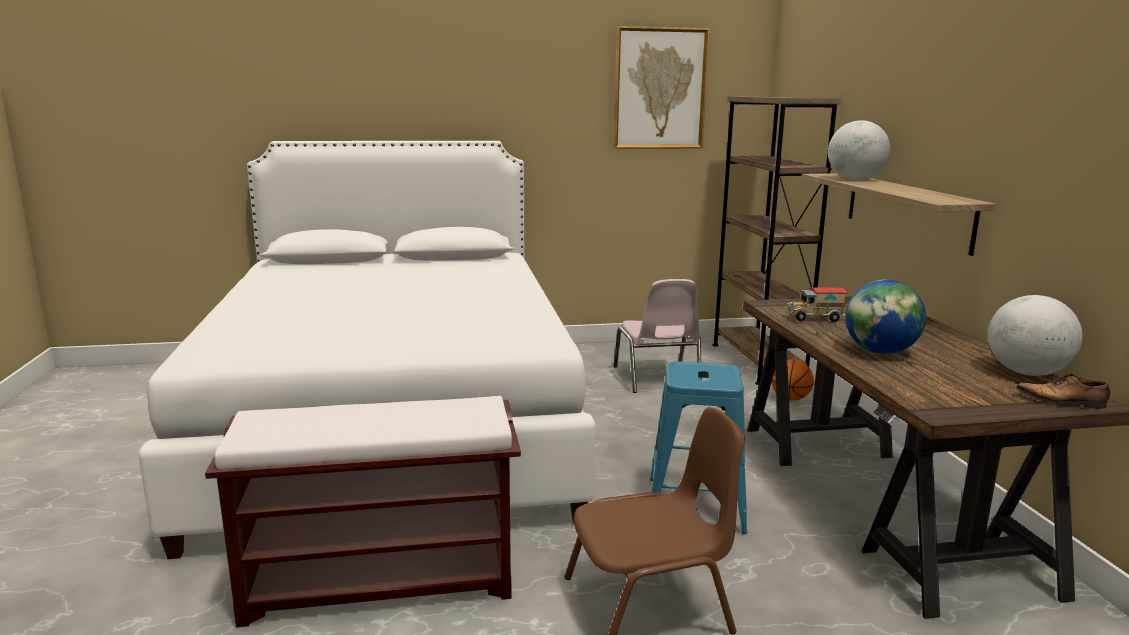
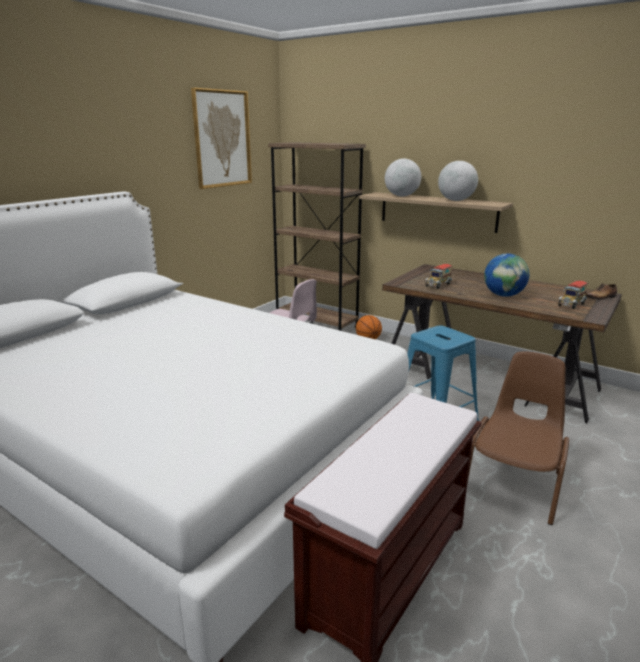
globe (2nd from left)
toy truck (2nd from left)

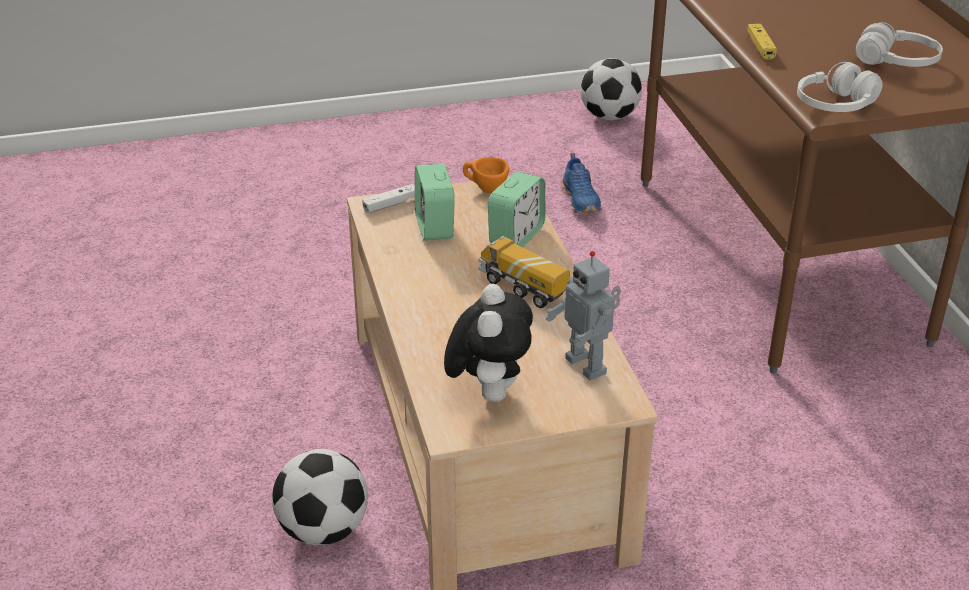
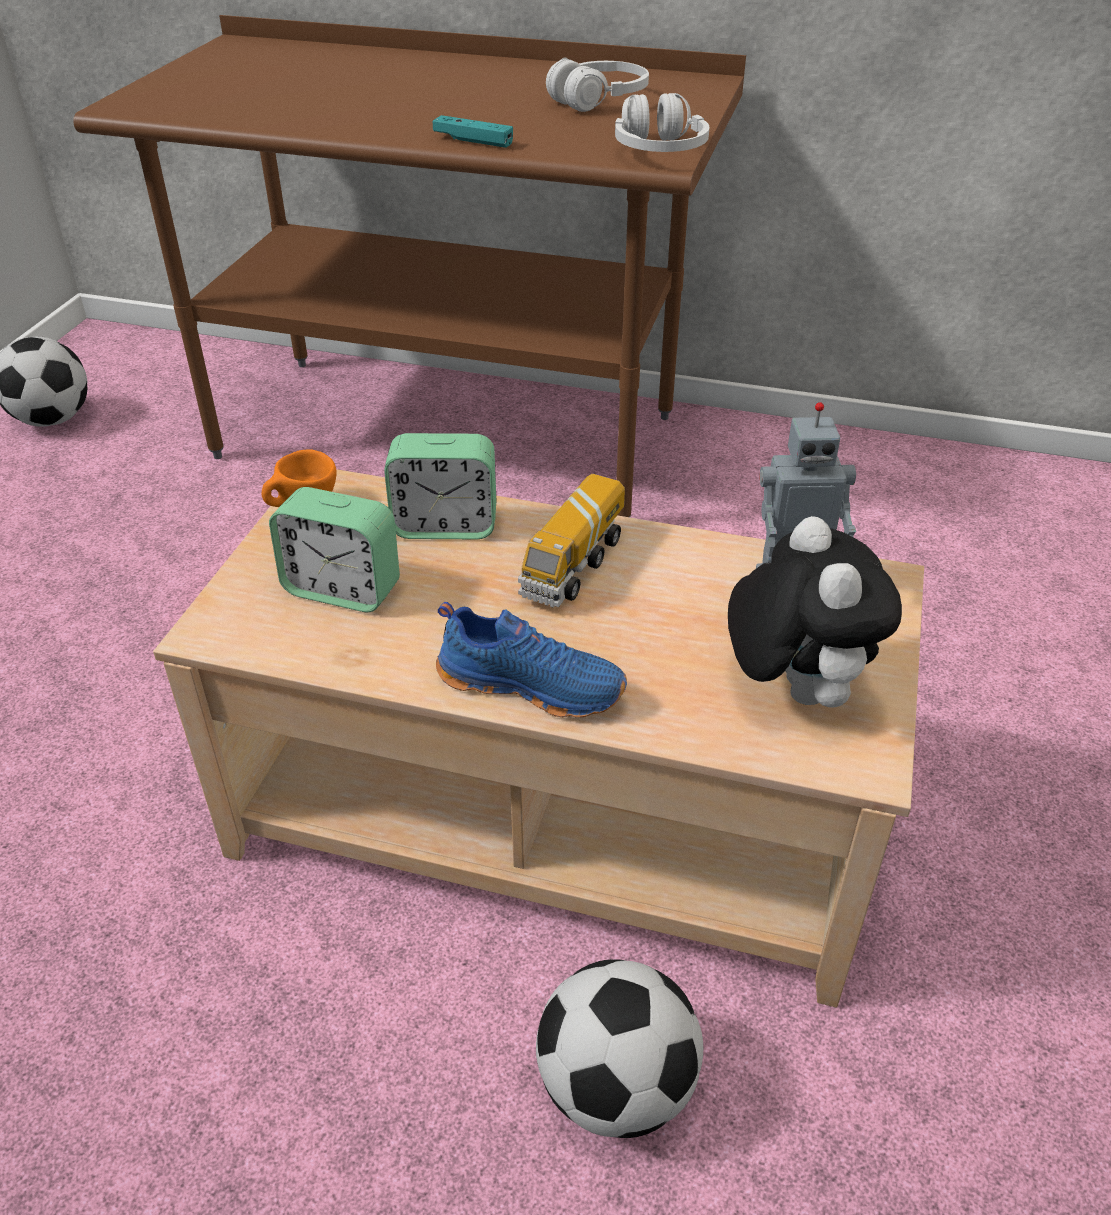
alarm clock (2nd from left)
turquoise game controller
blue shoe
toy truck
plush toy
white game controller

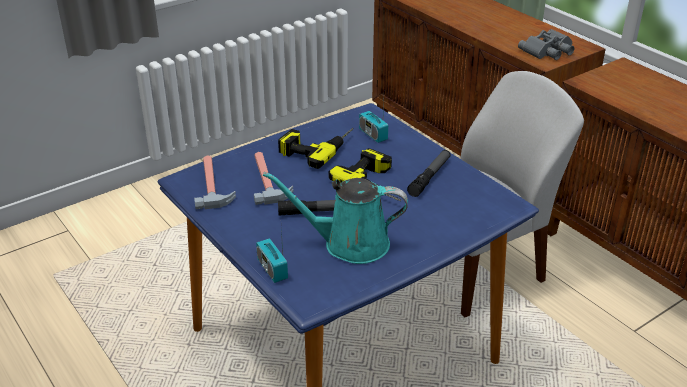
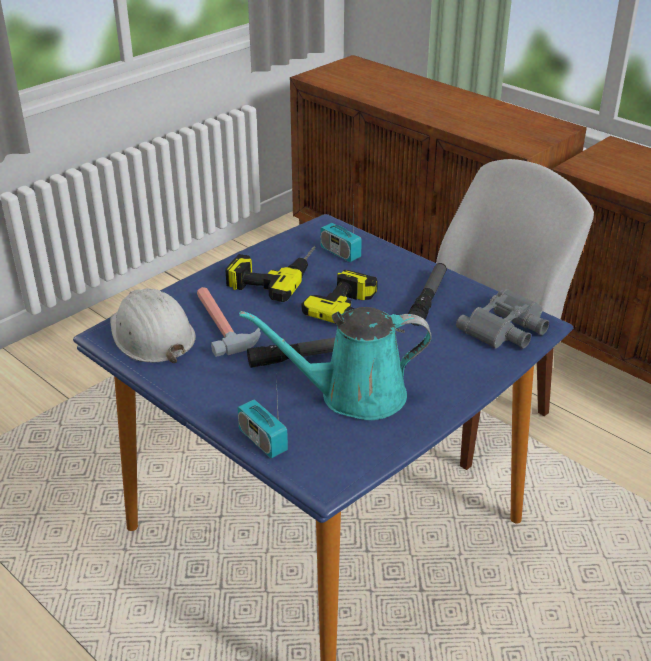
white hard hat
grey binoculars

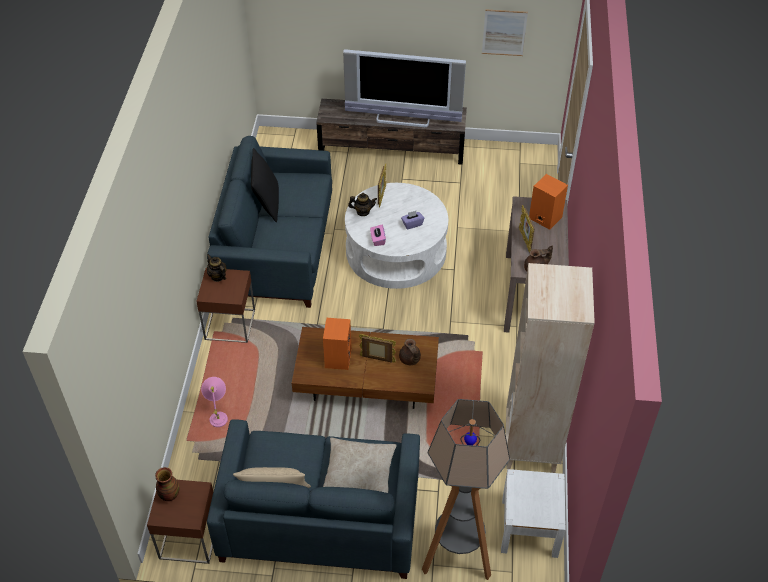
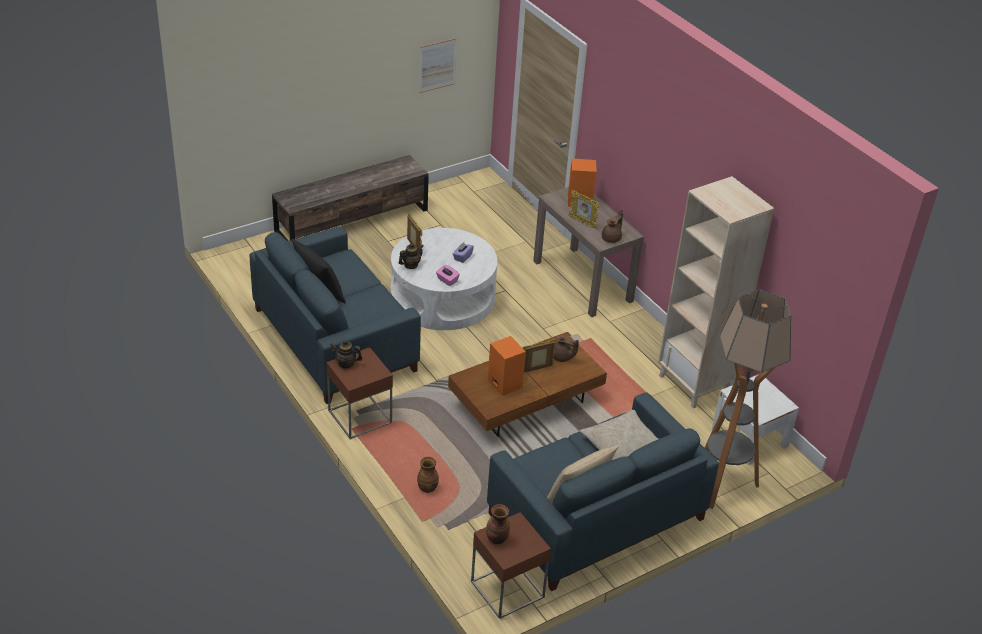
vase (1st from left)
television

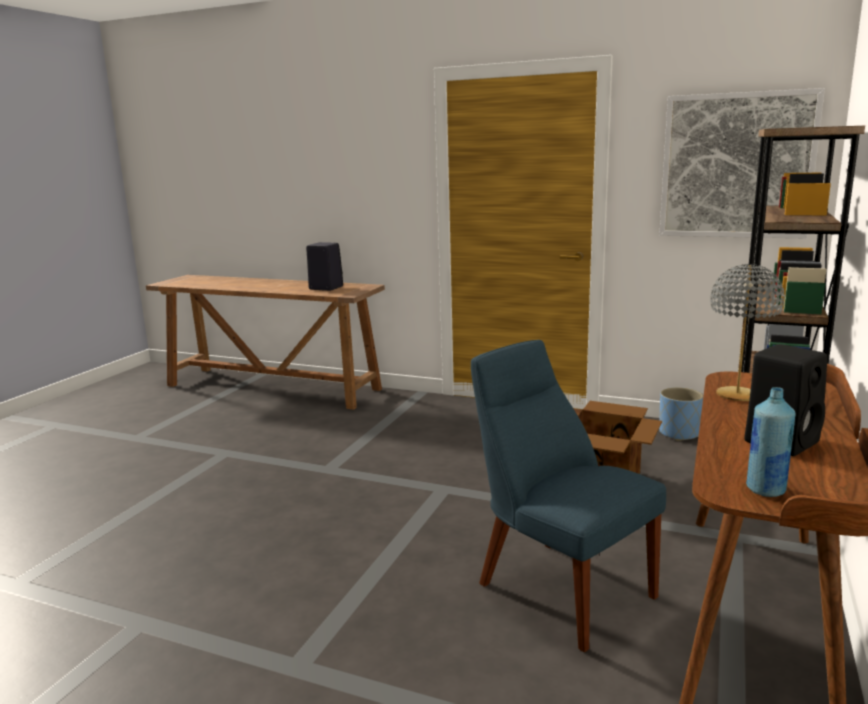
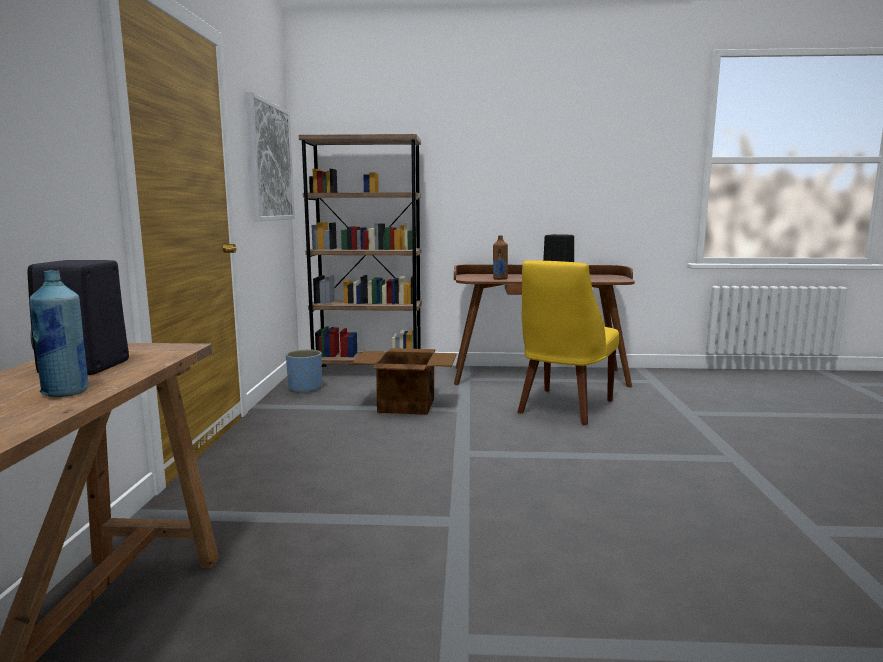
blue bottle
brown bottle
yellow chair

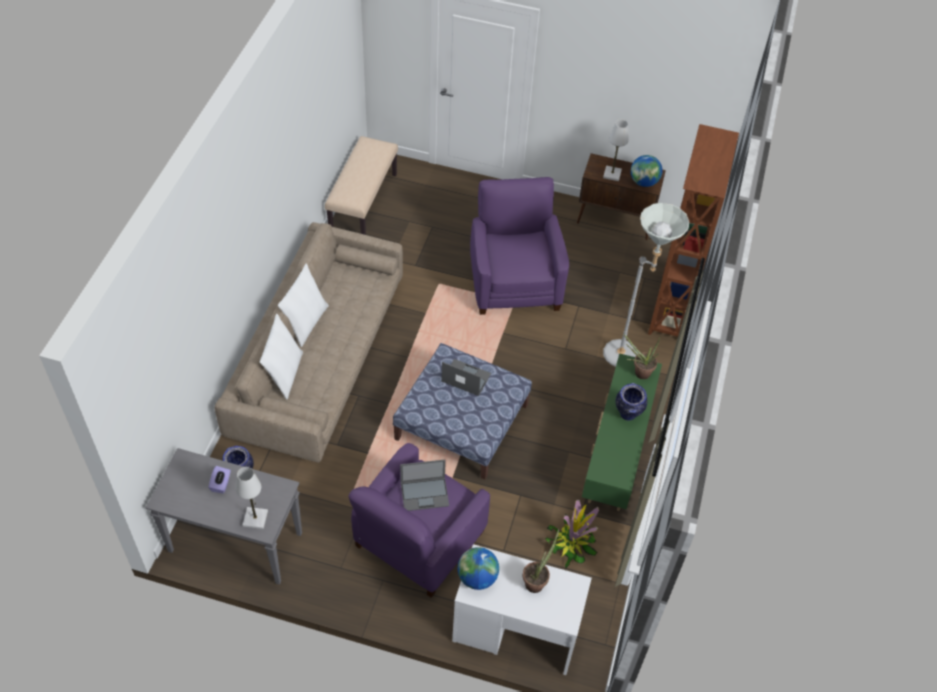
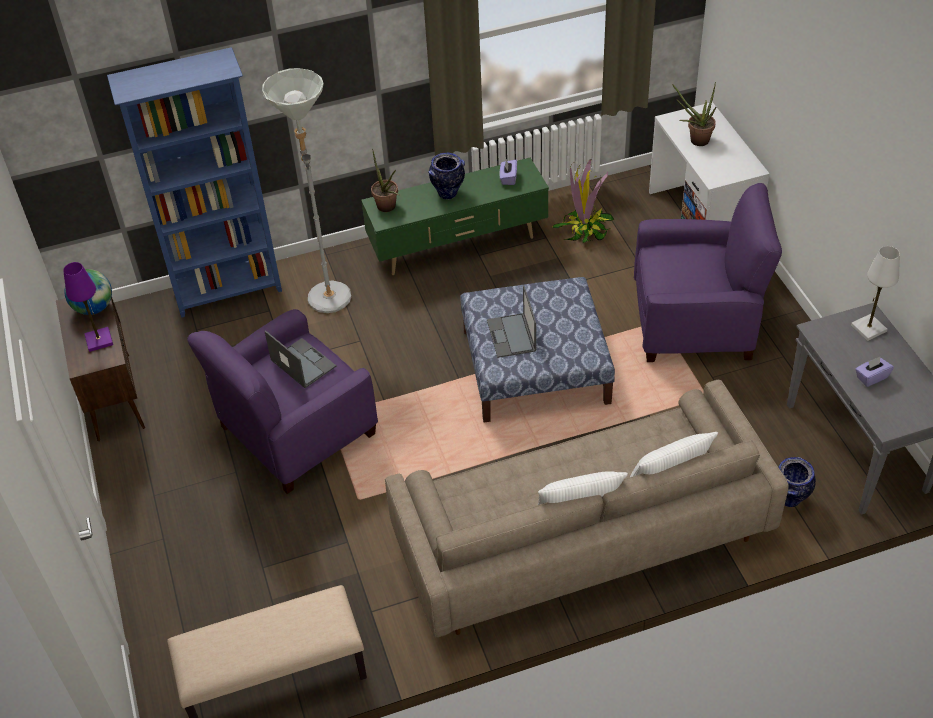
purple table lamp
blue bookcase
laptop (1st from left)
purple tissue box (1st from left)
globe (1st from left in the first image)

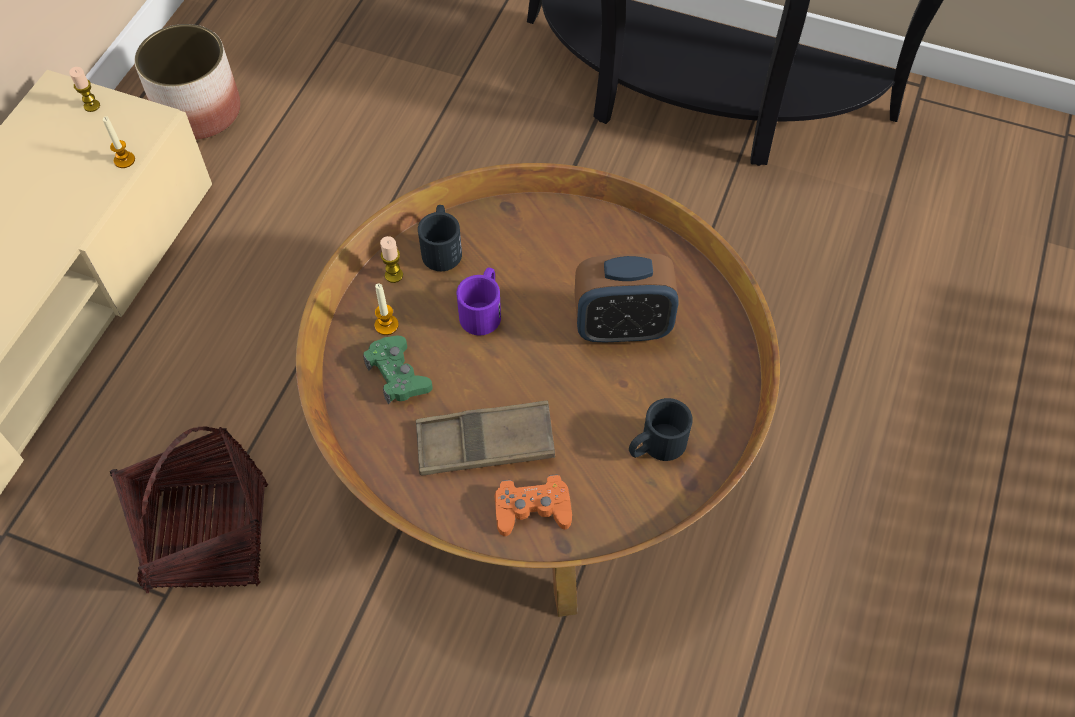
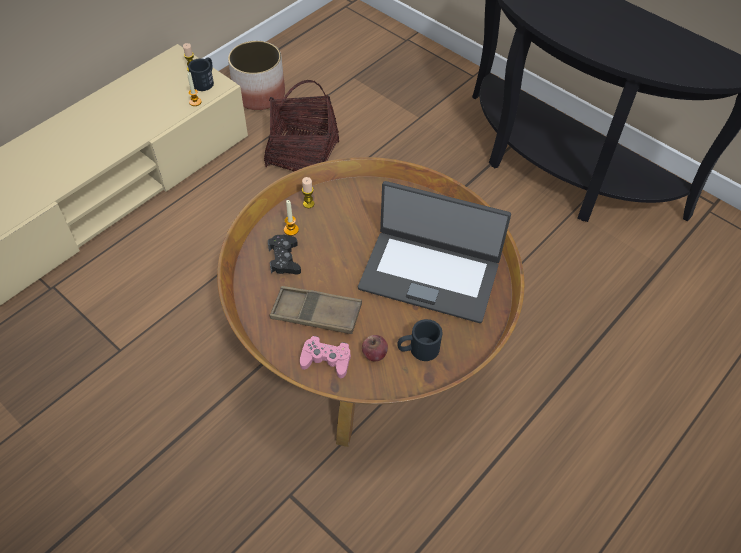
black mug (1st from left)
basket
black game controller
pink game controller
laptop
apple
purple mug

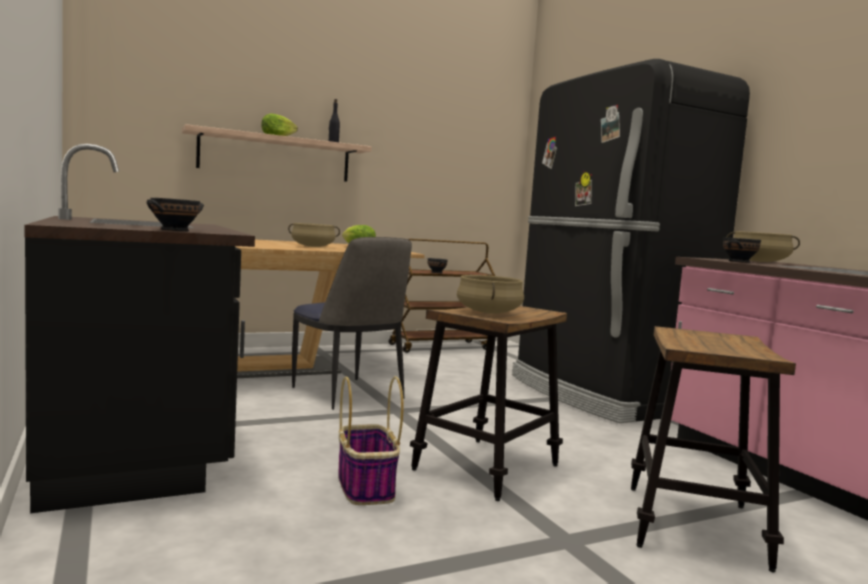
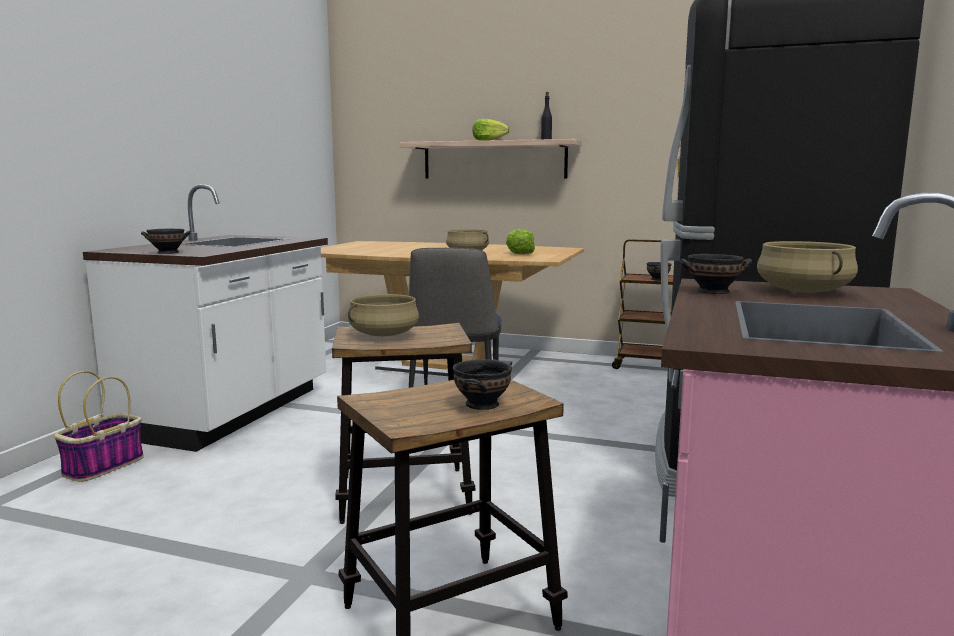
basket
white counter
black bowl (2nd from left)

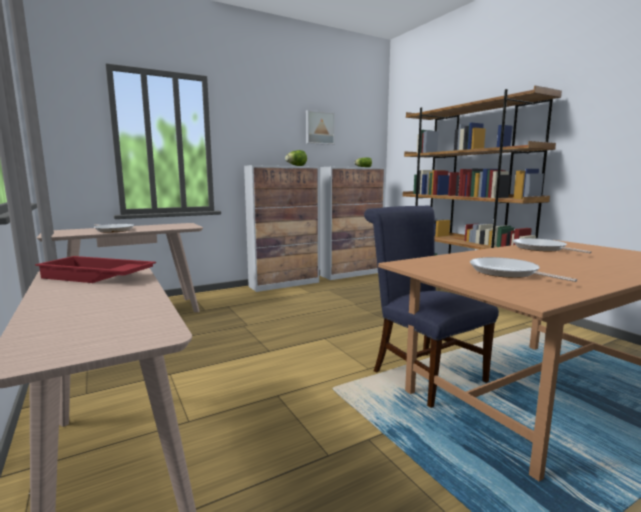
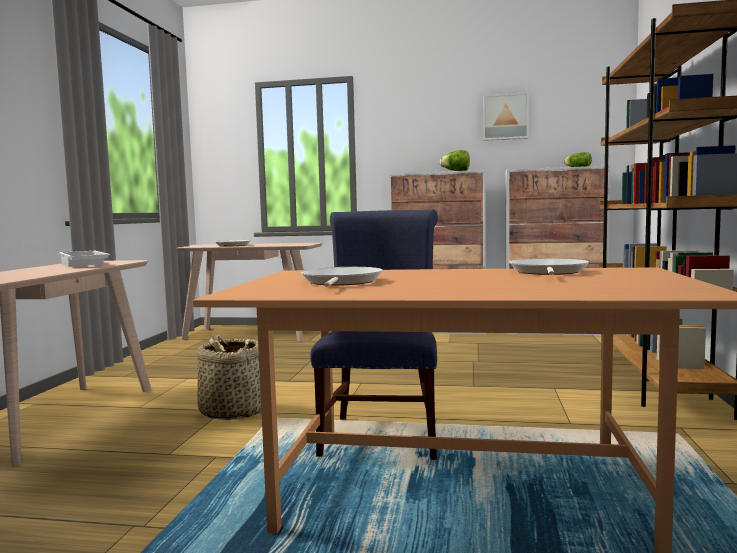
white tray
basket

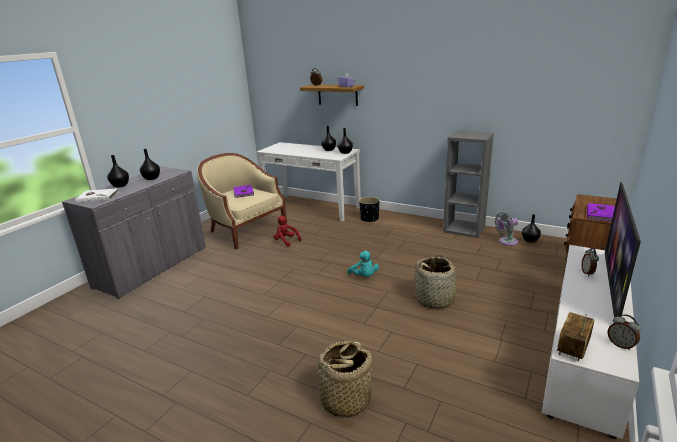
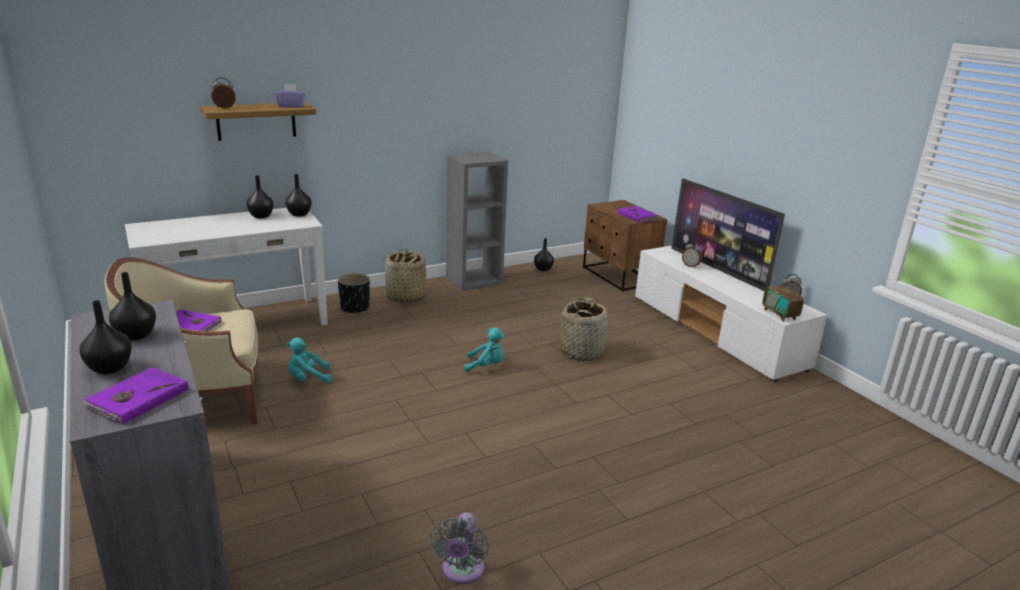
purple book (1st from left)
turquoise plush toy (1st from left)
basket (1st from left)
grey fan

